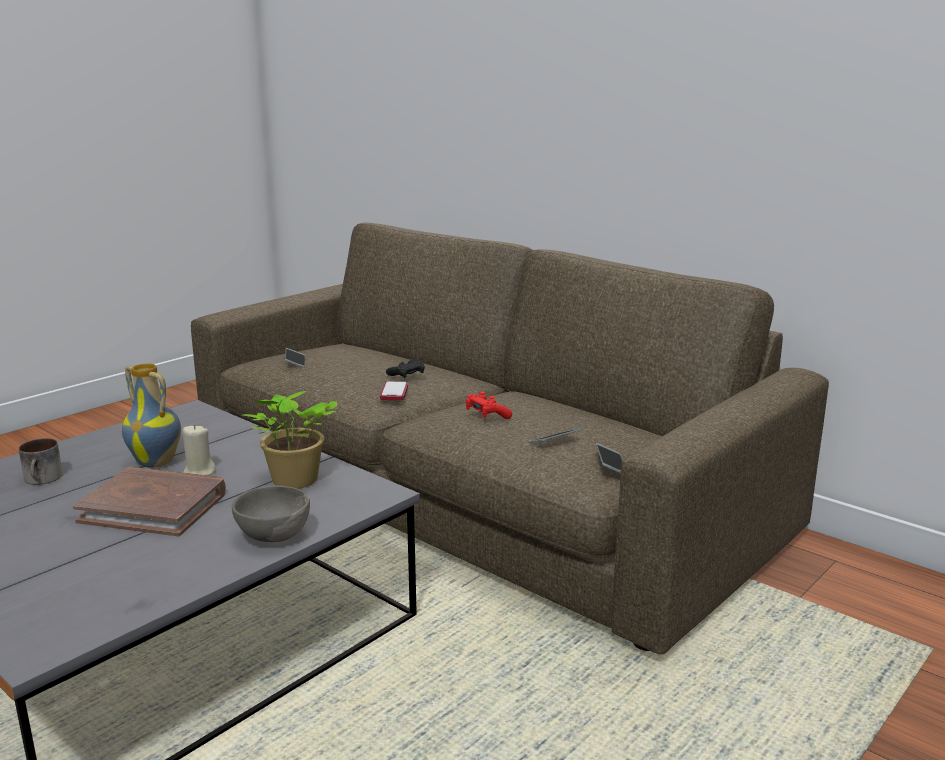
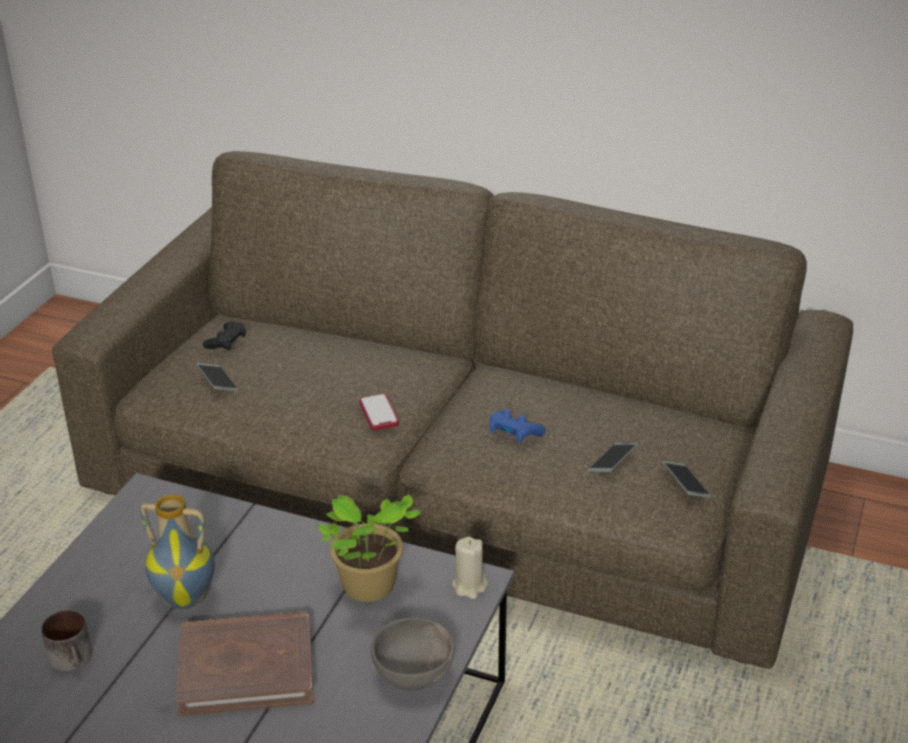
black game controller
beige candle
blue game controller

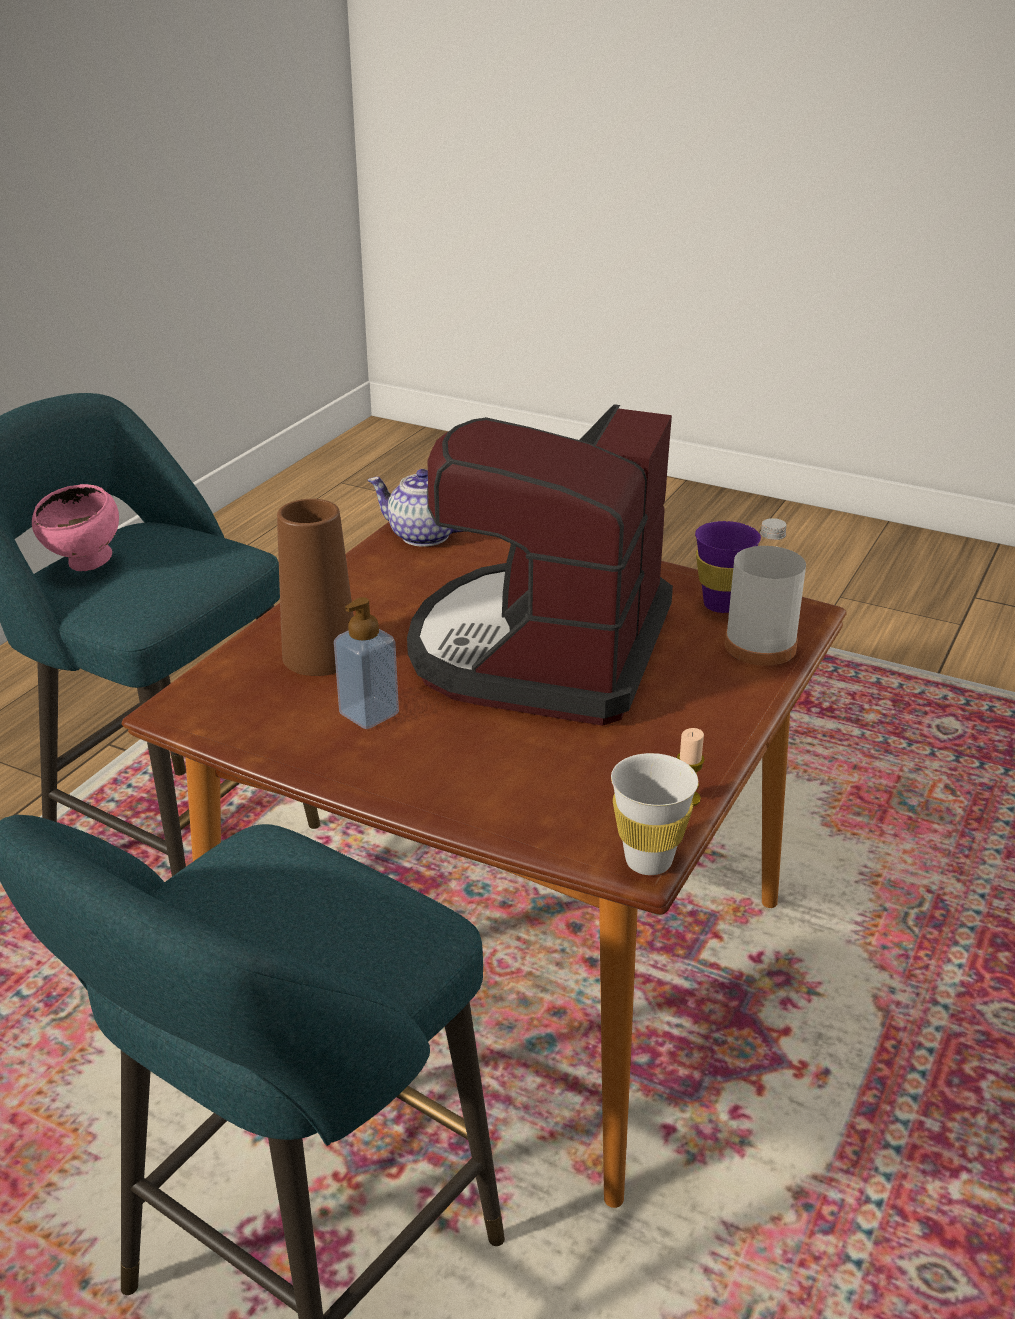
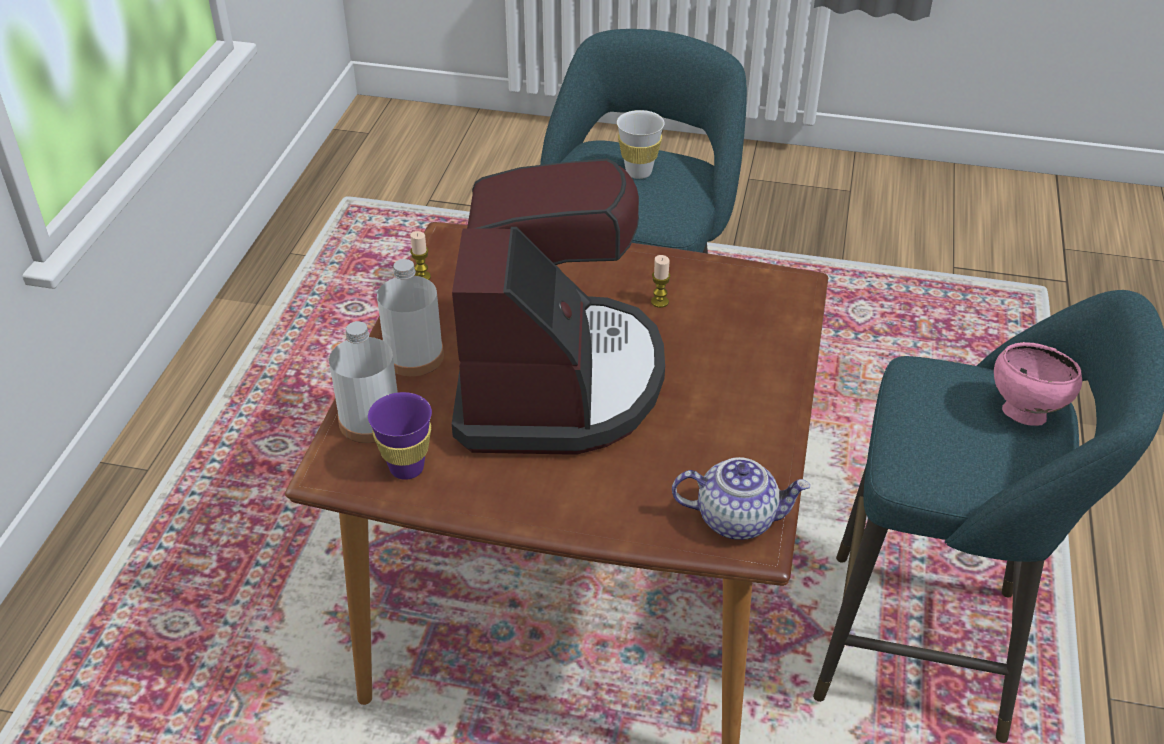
white bottle (2nd from left)
white cup
candle (2nd from left)
brown vase

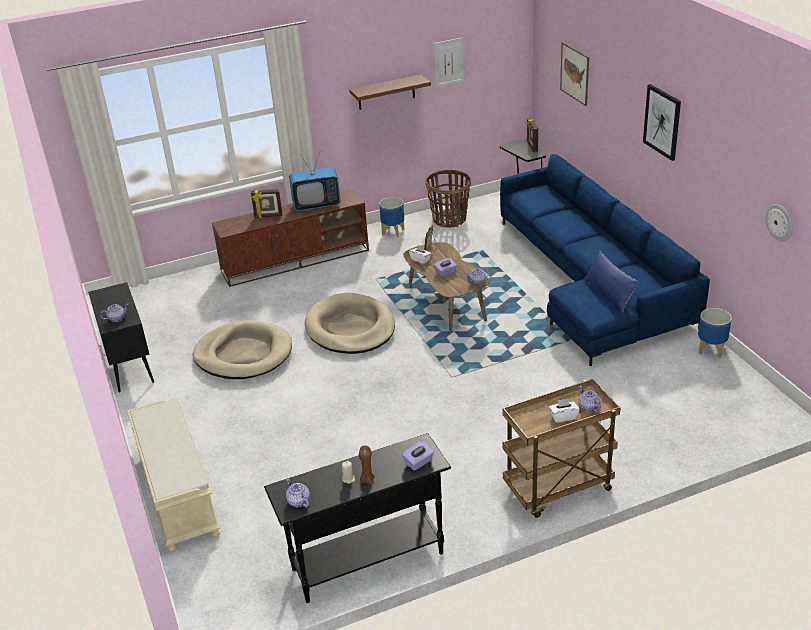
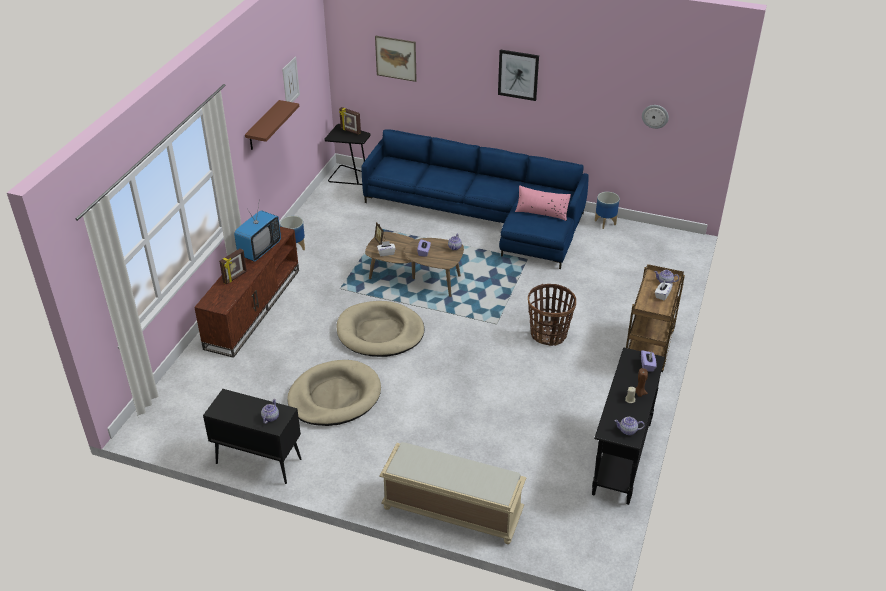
pink pillow
basket

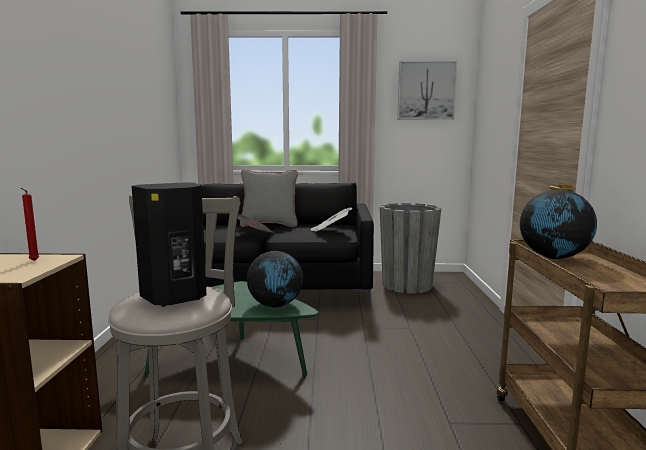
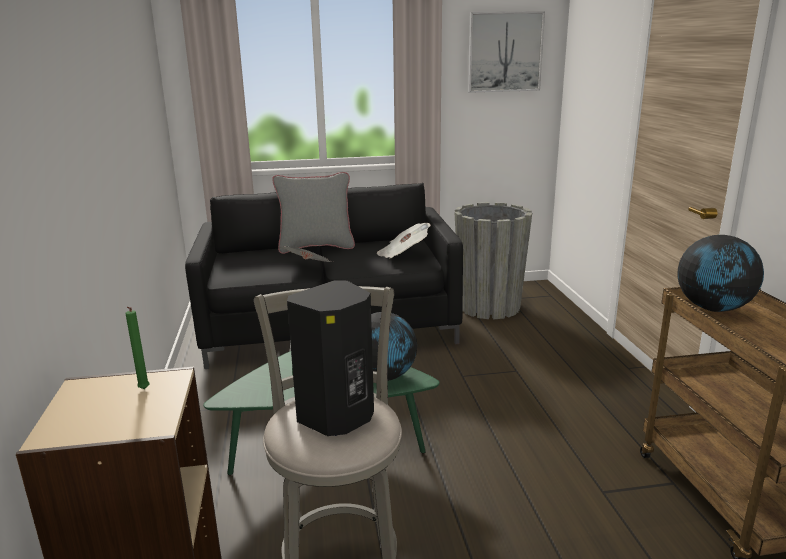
green candle

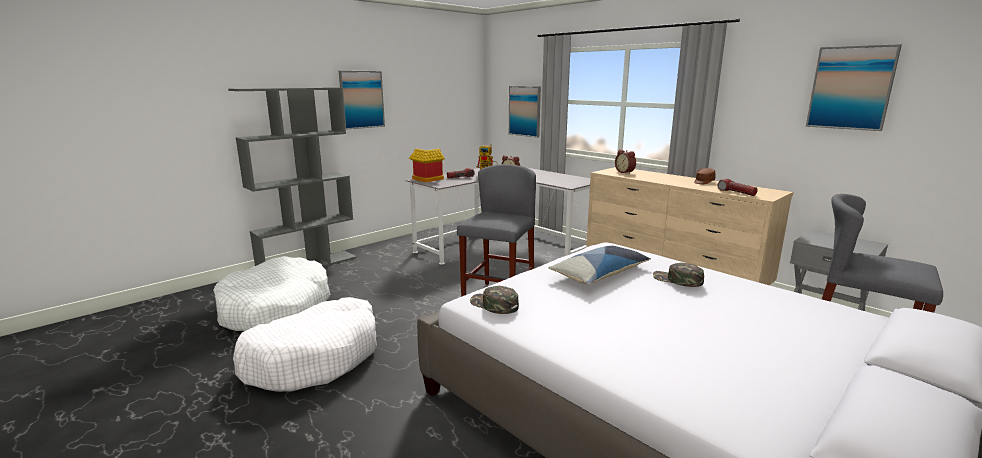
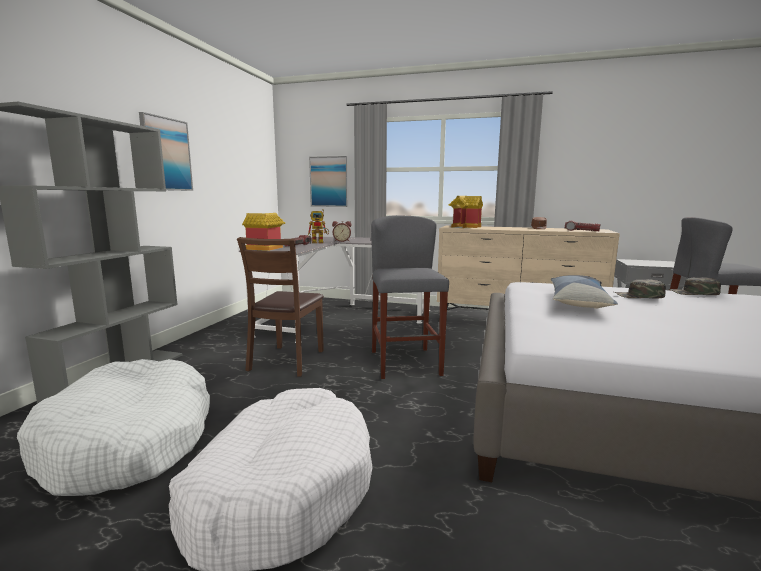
brown chair
toy house (2nd from left)
green cap (2nd from left)
picture (3rd from left in the first image)

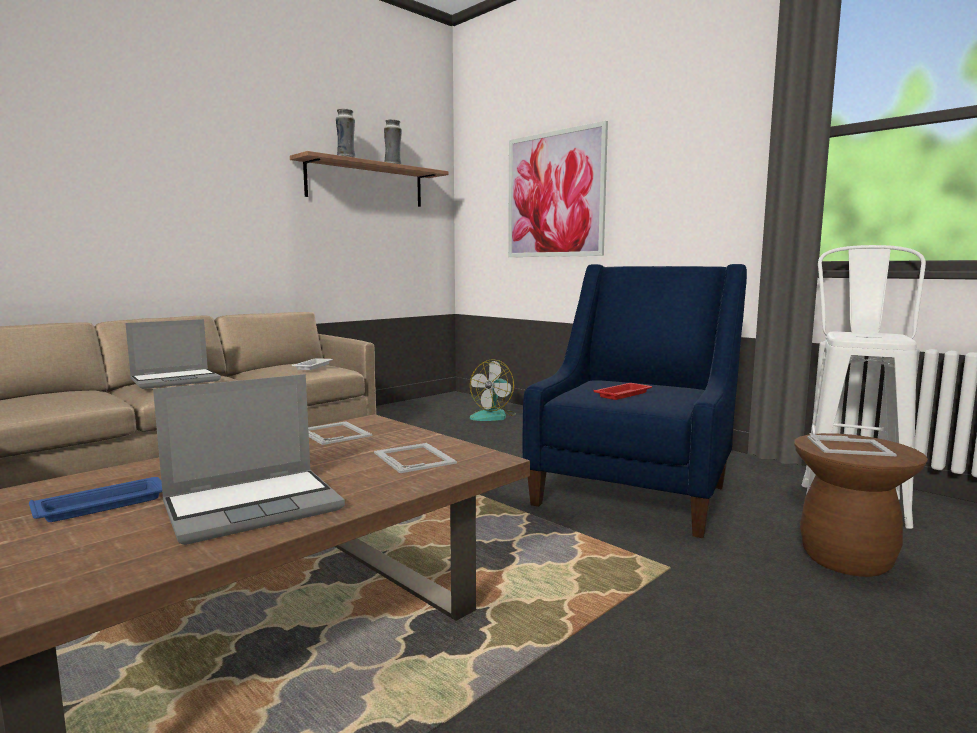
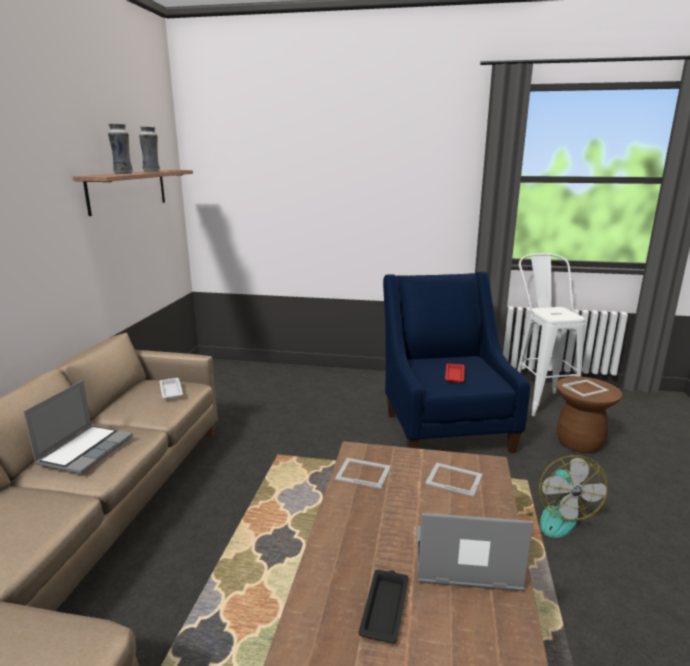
black tray
laptop (2nd from left)
fan
picture

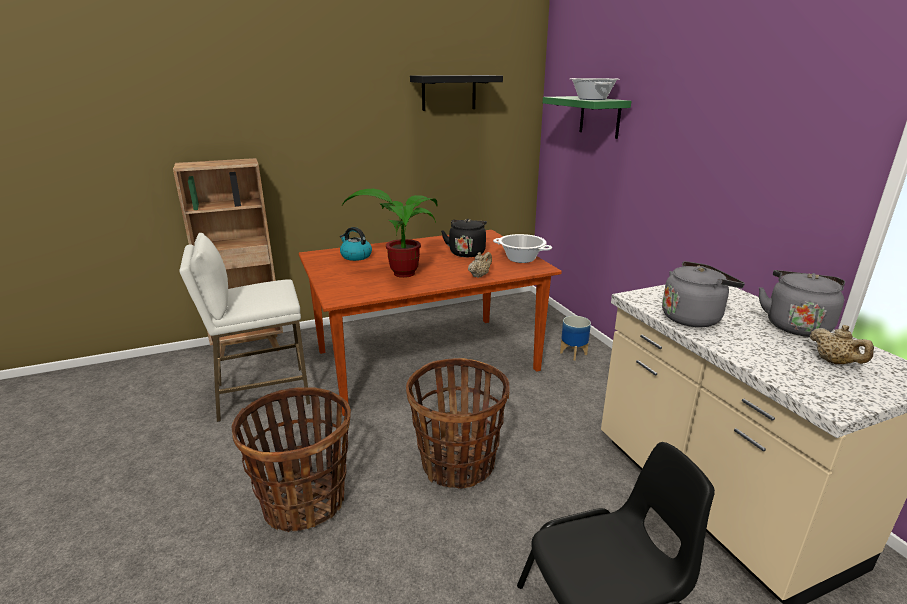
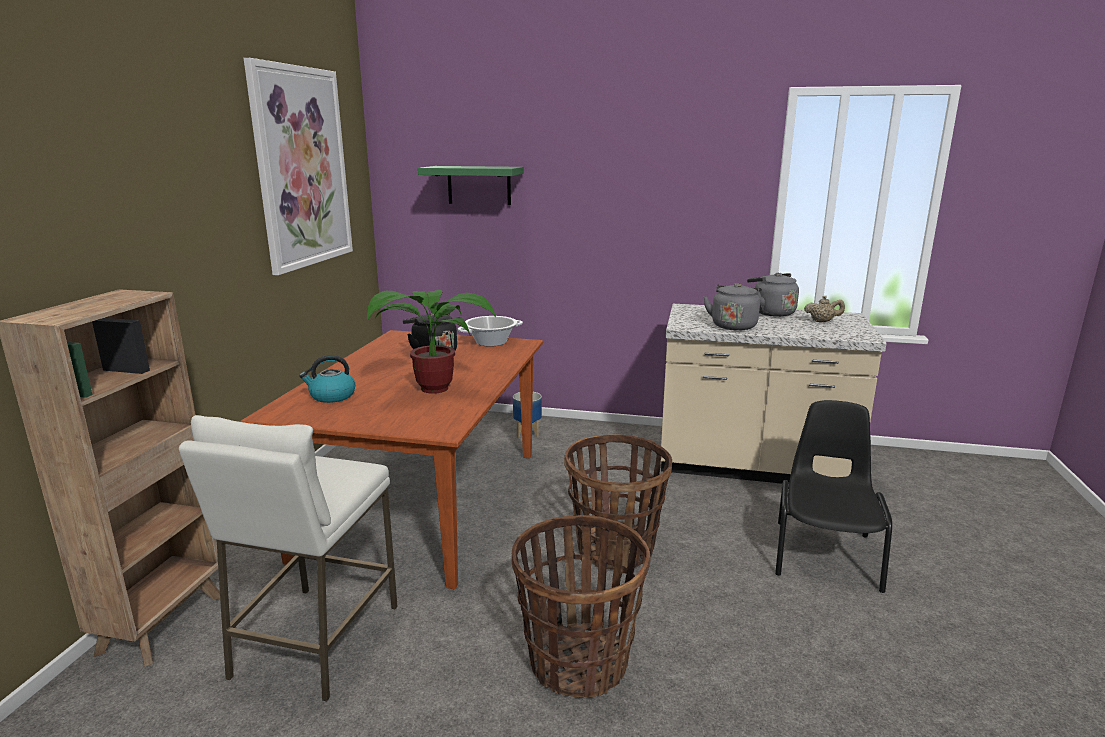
picture
beige teapot (1st from left in the first image)
cooking pot (2nd from left in the first image)

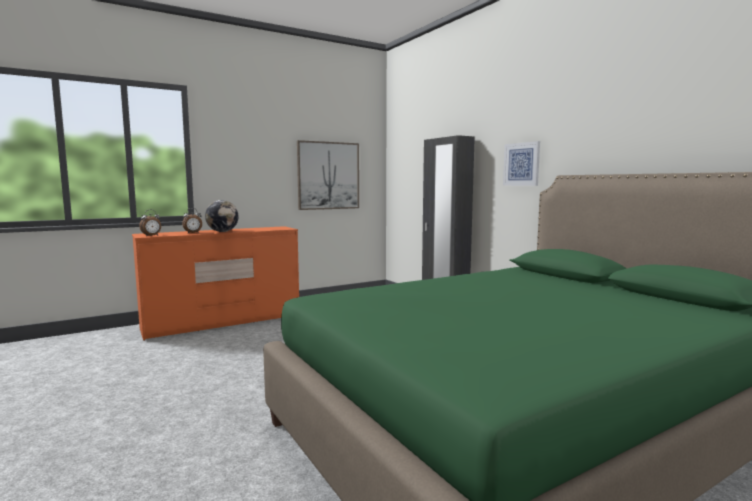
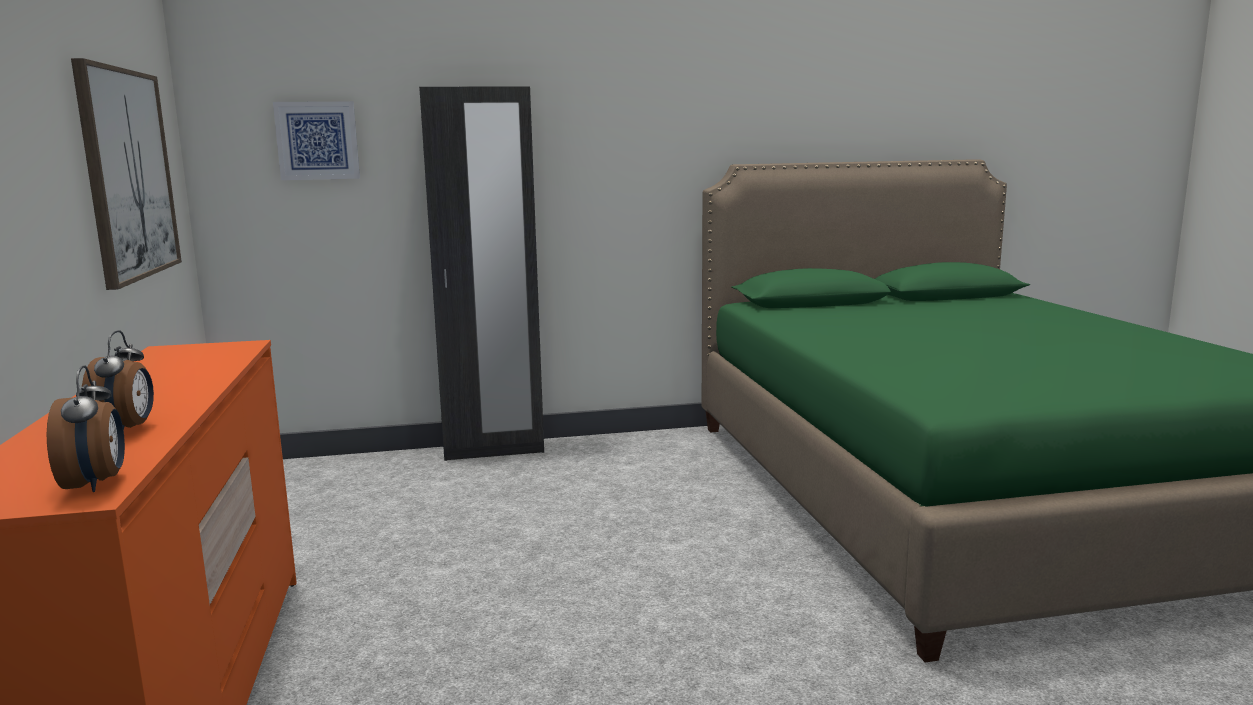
picture (2nd from left)
globe

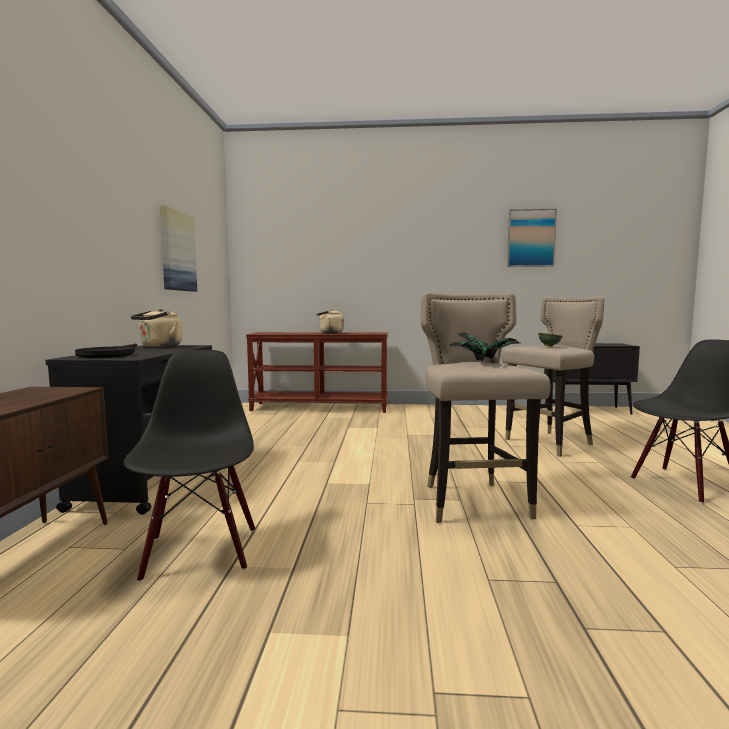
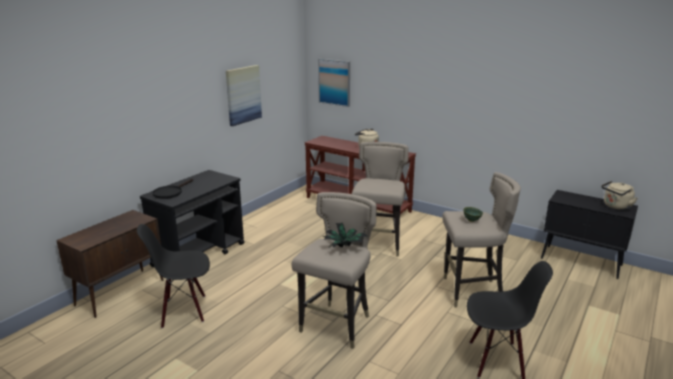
black chair (1st from left)
picture (2nd from left)
beige stool (2nd from left)
beige kettle (2nd from left)

